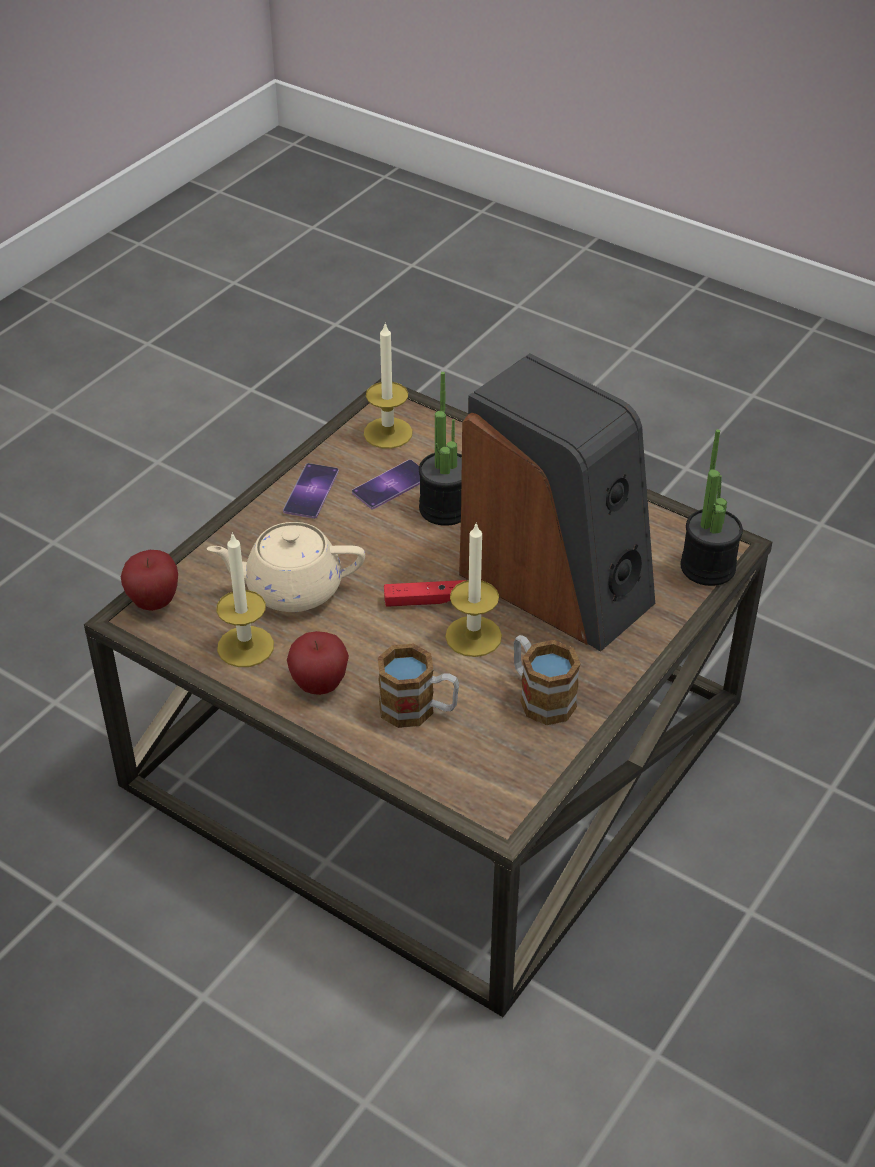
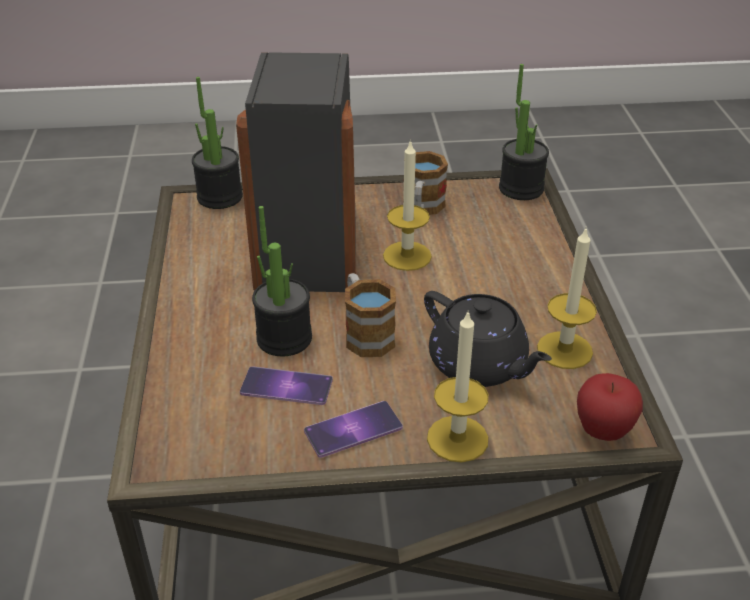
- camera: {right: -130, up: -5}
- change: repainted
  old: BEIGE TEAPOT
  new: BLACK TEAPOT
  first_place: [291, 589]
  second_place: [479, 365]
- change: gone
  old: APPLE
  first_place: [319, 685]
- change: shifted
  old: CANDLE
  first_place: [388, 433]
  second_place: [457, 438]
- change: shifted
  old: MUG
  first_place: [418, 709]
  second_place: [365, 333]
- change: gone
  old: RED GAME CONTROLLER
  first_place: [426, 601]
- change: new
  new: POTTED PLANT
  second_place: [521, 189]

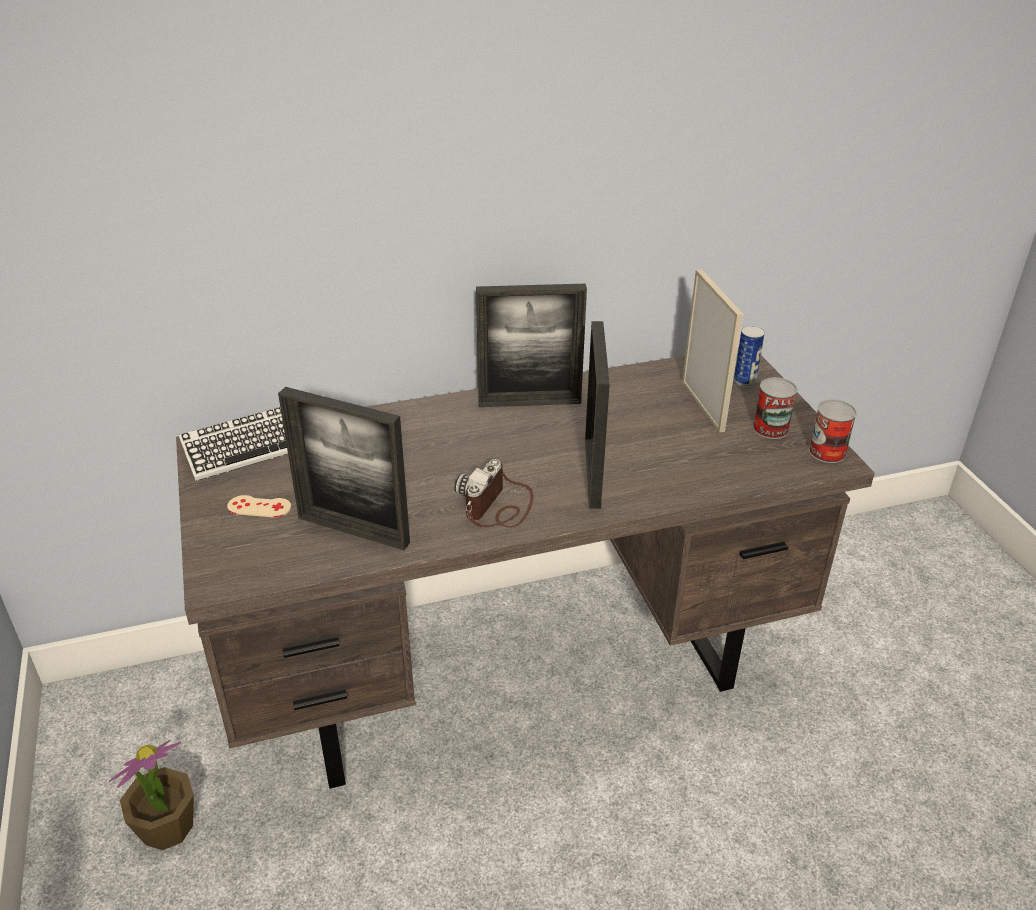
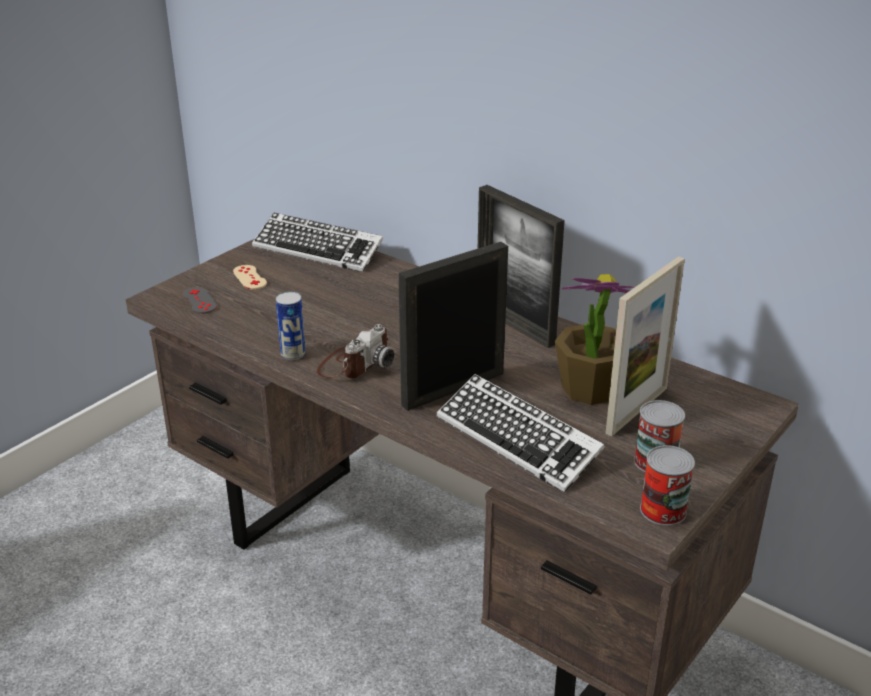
- camera: {right: 55, up: -5}
- change: shifted
  old: POTTED PLANT
  first_place: [167, 828]
  second_place: [589, 389]
- change: gone
  old: PICTURE FRAME
  first_place: [353, 530]
- change: rotated
  old: PHOTO CAMERA
  first_place: [498, 506]
  second_place: [354, 364]
  degrees: 135
- change: shifted
  old: CAN
  first_place: [744, 381]
  second_place: [293, 354]
- change: new
  new: GREY GAME CONTROLLER
  second_place: [199, 300]
- change: new
  new: KEYBOARD
  second_place: [517, 440]

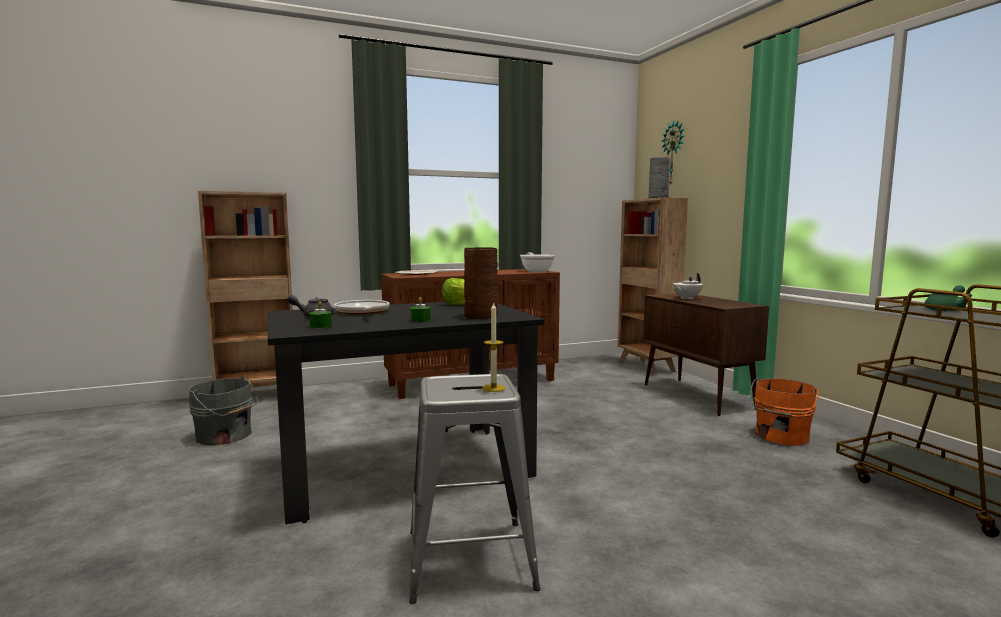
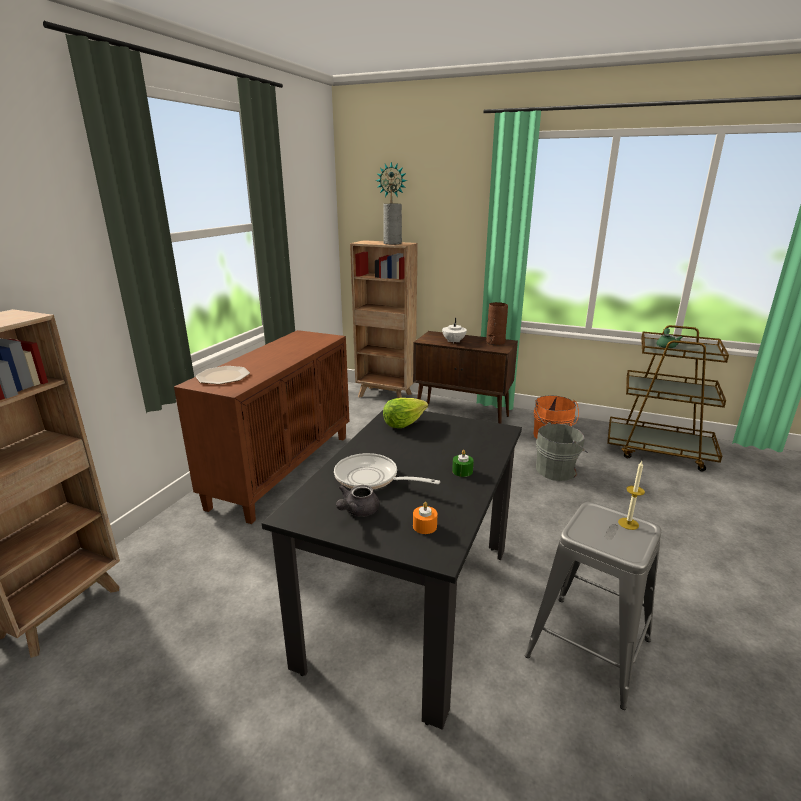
- camera: {right: -45, up: 15}
- change: shifted
  old: GREY BUCKET
  first_place: [225, 436]
  second_place: [557, 470]
- change: repainted
  old: GREEN CANDLE
  new: ORANGE CANDLE
  first_place: [321, 326]
  second_place: [424, 526]
- change: shifted
  old: BROWN VASE
  first_place: [480, 316]
  second_place: [495, 342]
- change: gone
  old: FRYING PAN
  first_place: [536, 271]

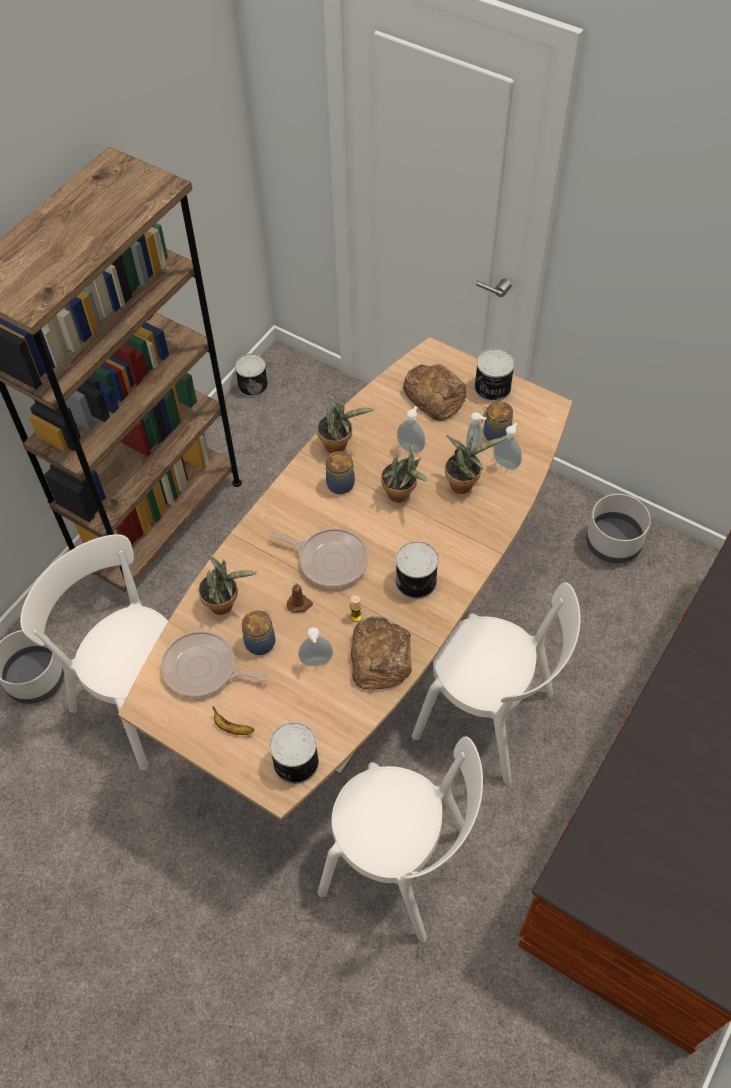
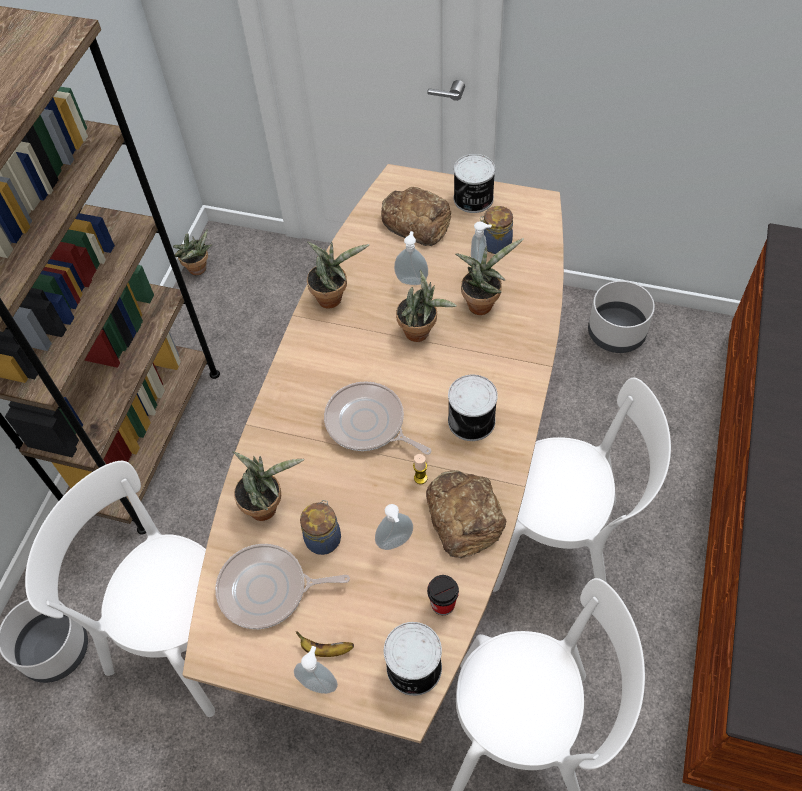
- camera: {right: -15, up: 0}
- change: swapped
  old: CAN
  new: POTTED PLANT
  first_place: [253, 384]
  second_place: [199, 270]
- change: rotated
  old: FRYING PAN
  first_place: [330, 560]
  second_place: [368, 424]
  degrees: -150
- change: gone
  old: BROWN CANDLE
  first_place: [299, 604]
- change: gone
  old: JAR
  first_place: [341, 483]
- change: shifted
  old: SOAP DISPENSER
  first_place: [506, 463]
  second_place: [319, 683]
- change: new
  new: CUP
  second_place: [443, 604]

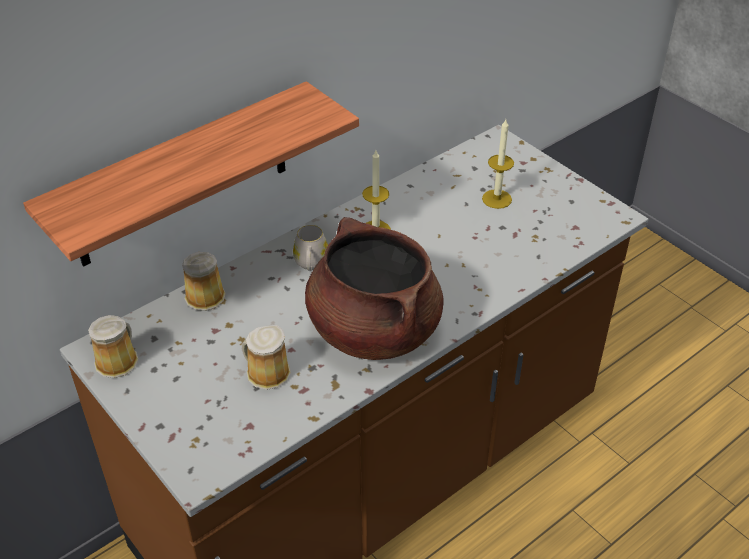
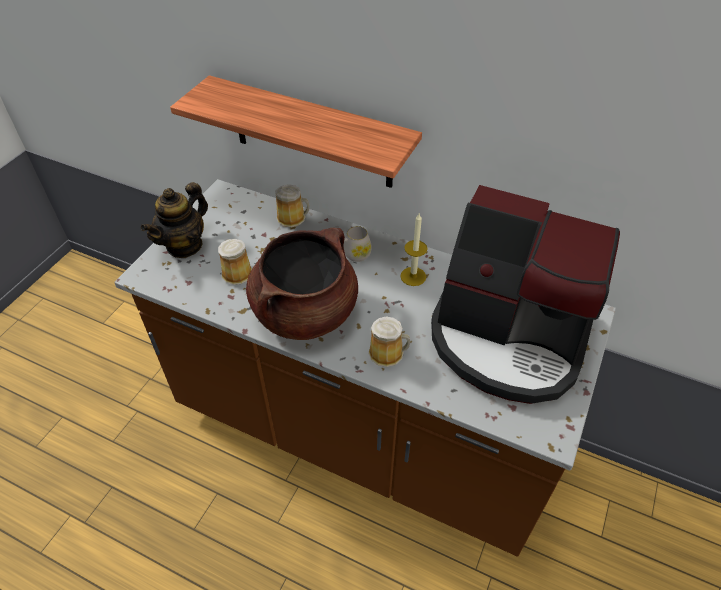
- camera: {right: 65, up: 5}
- change: shifted
  old: MUG
  first_place: [118, 360]
  second_place: [388, 353]
- change: swapped
  old: CANDLE
  new: COFFEE MACHINE
  first_place: [497, 199]
  second_place: [508, 338]
- change: new
  new: TEAPOT
  second_place: [184, 245]

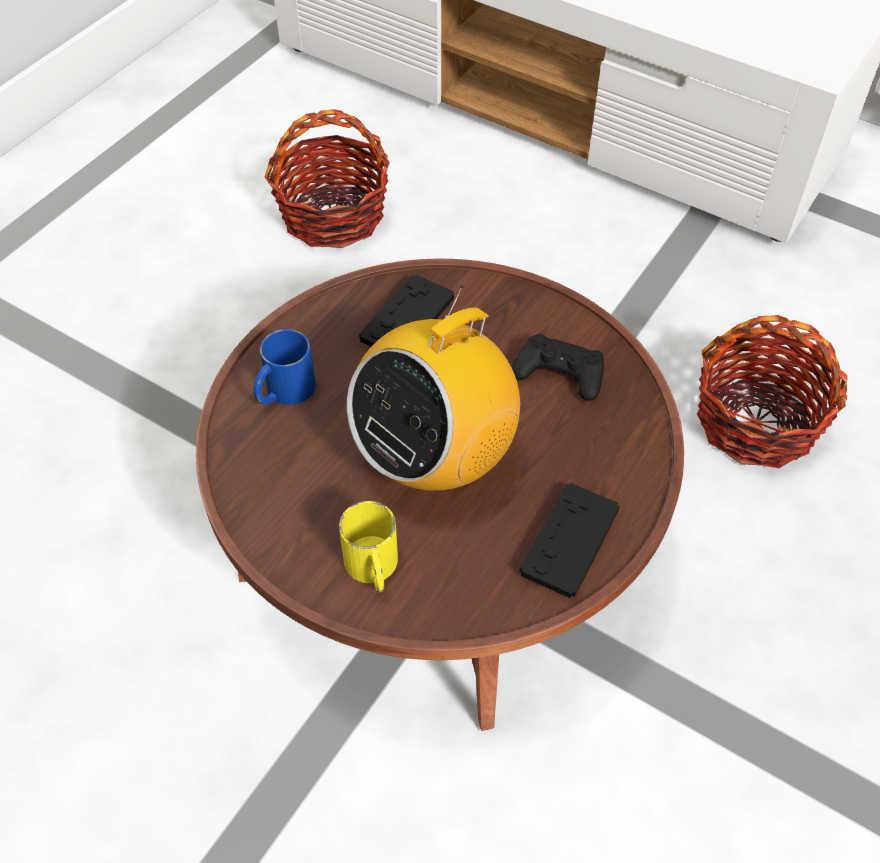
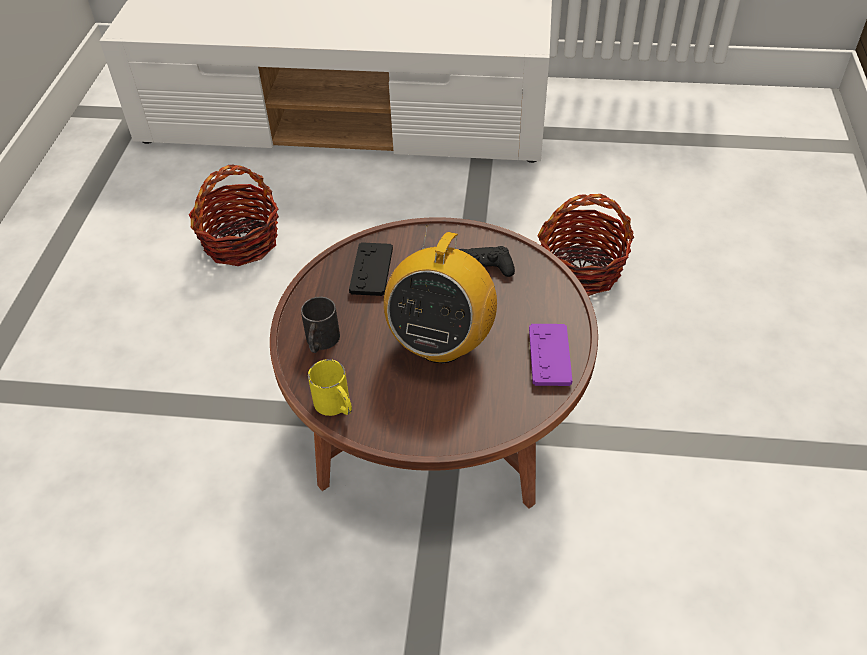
- camera: {right: -25, up: -5}
- change: repainted
  old: BLUE MUG
  new: BLACK MUG
  first_place: [284, 392]
  second_place: [320, 342]
- change: shifted
  old: YELLOW MUG
  first_place: [373, 569]
  second_place: [336, 405]
- change: repainted
  old: BLACK GAME CONTROLLER
  new: PURPLE GAME CONTROLLER
  first_place: [569, 540]
  second_place: [549, 355]

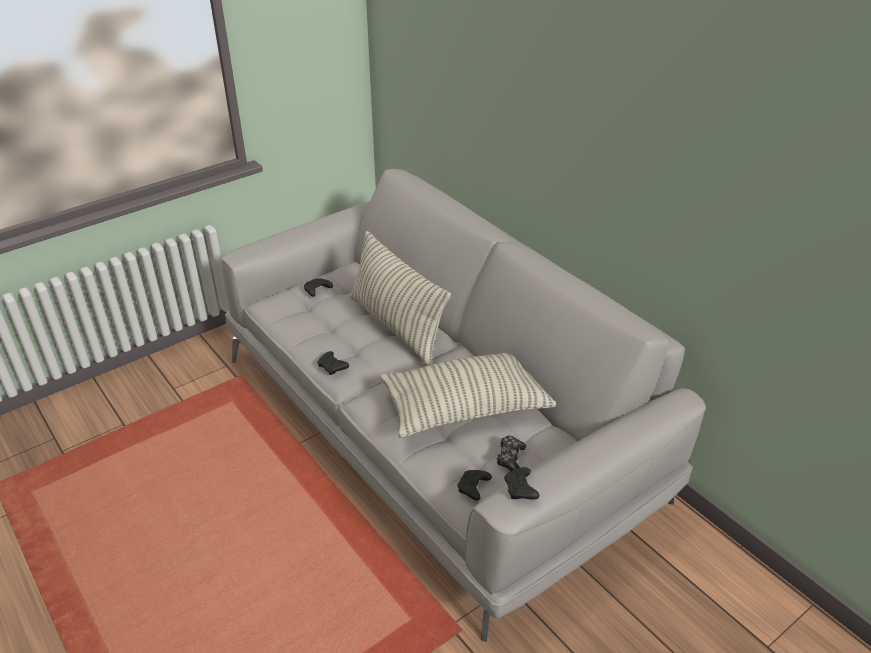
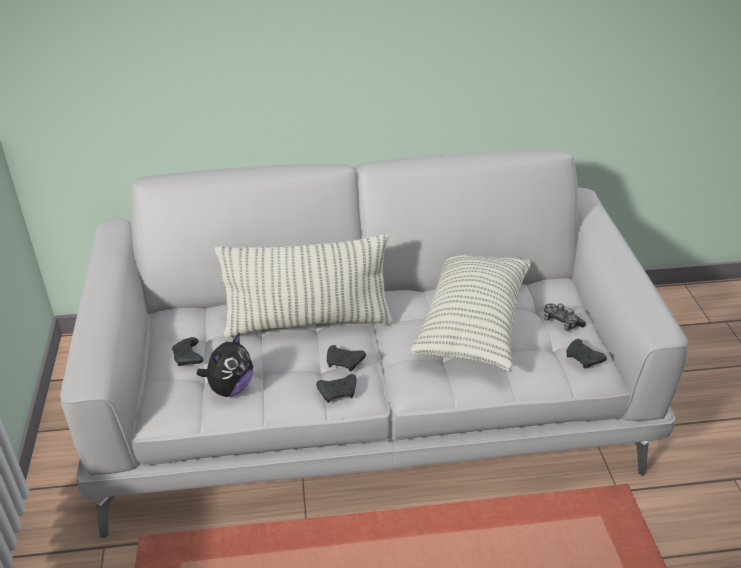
- camera: {right: -60, up: 0}
- change: shifted
  old: BLACK GAME CONTROLLER
  first_place: [521, 490]
  second_place: [345, 362]
- change: new
  new: PLUSH TOY
  second_place: [230, 388]

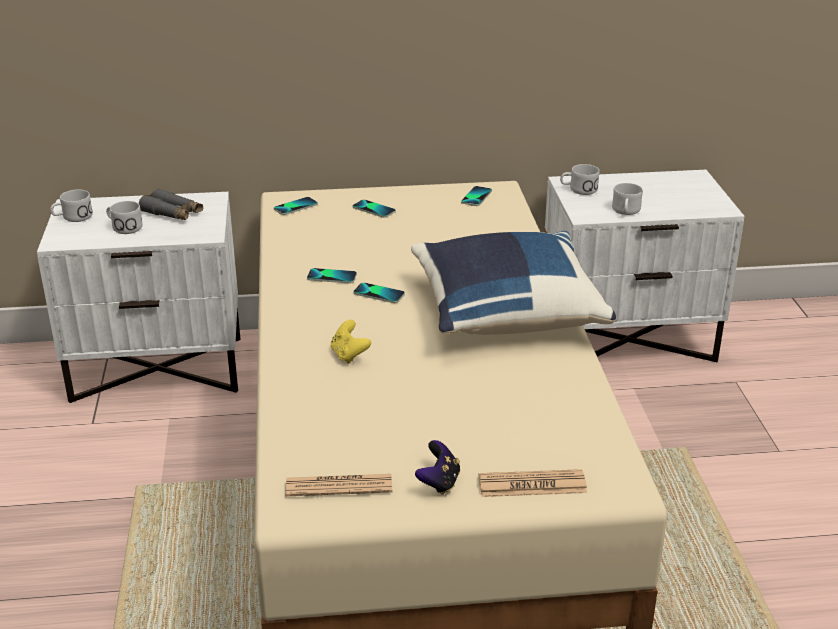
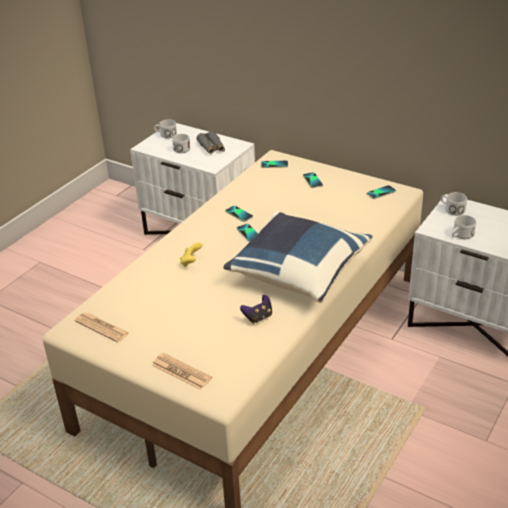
- camera: {right: 40, up: 5}
- change: shifted
  old: GAME CONTROLLER
  first_place: [439, 482]
  second_place: [258, 317]

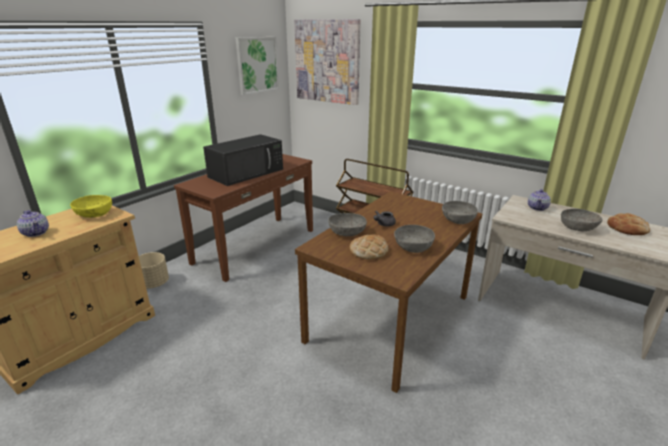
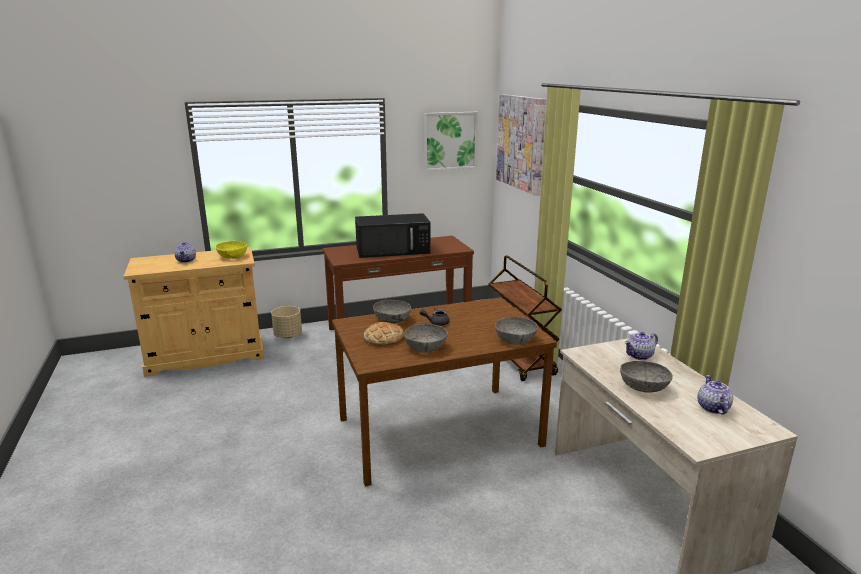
- camera: {right: 35, up: -5}
- change: swapped
  old: BREAD
  new: TEAPOT
  first_place: [627, 228]
  second_place: [712, 408]

